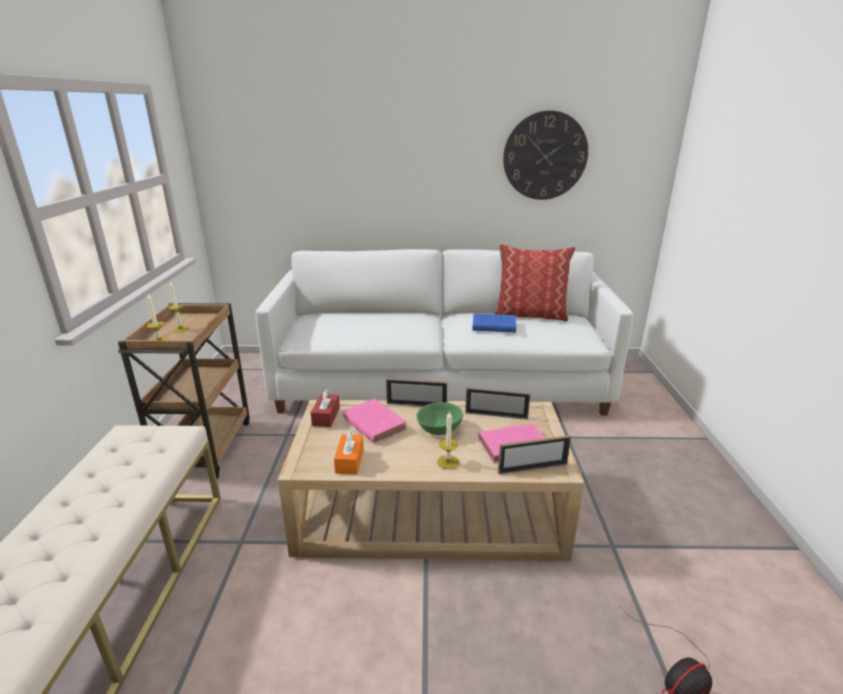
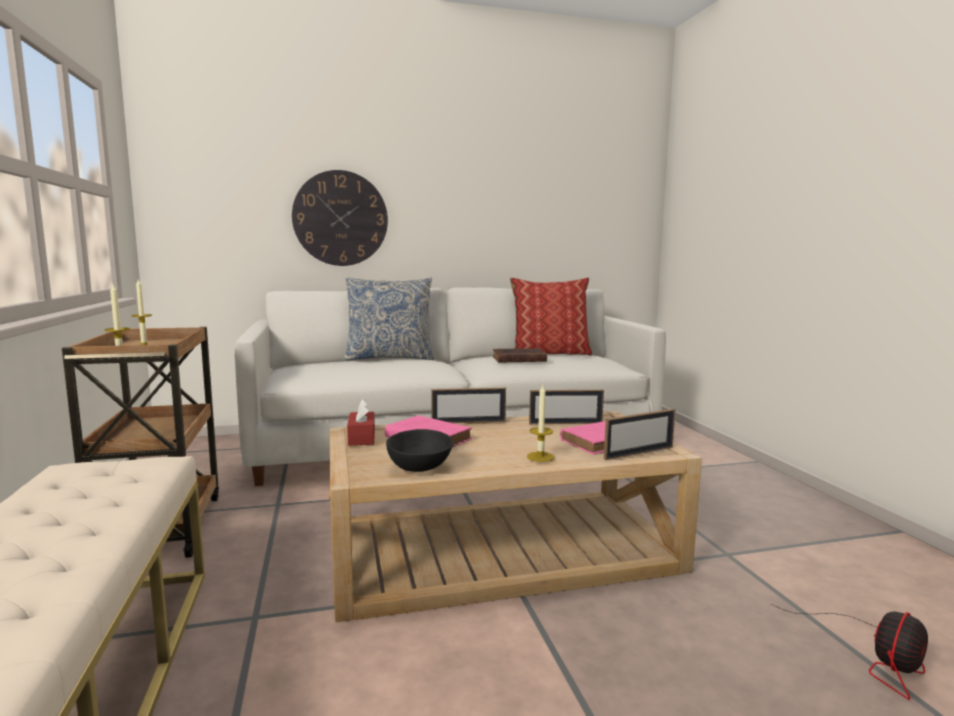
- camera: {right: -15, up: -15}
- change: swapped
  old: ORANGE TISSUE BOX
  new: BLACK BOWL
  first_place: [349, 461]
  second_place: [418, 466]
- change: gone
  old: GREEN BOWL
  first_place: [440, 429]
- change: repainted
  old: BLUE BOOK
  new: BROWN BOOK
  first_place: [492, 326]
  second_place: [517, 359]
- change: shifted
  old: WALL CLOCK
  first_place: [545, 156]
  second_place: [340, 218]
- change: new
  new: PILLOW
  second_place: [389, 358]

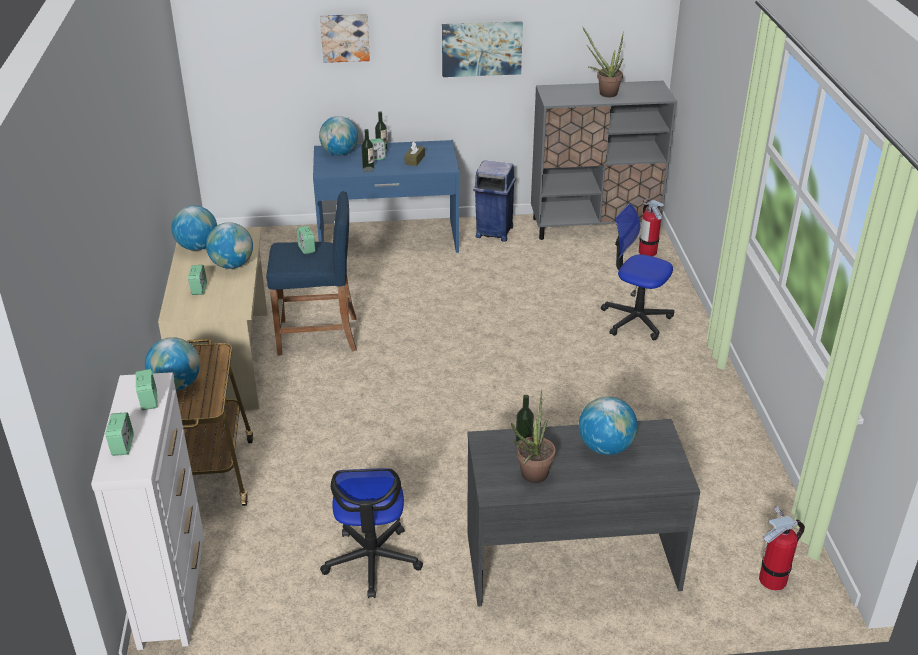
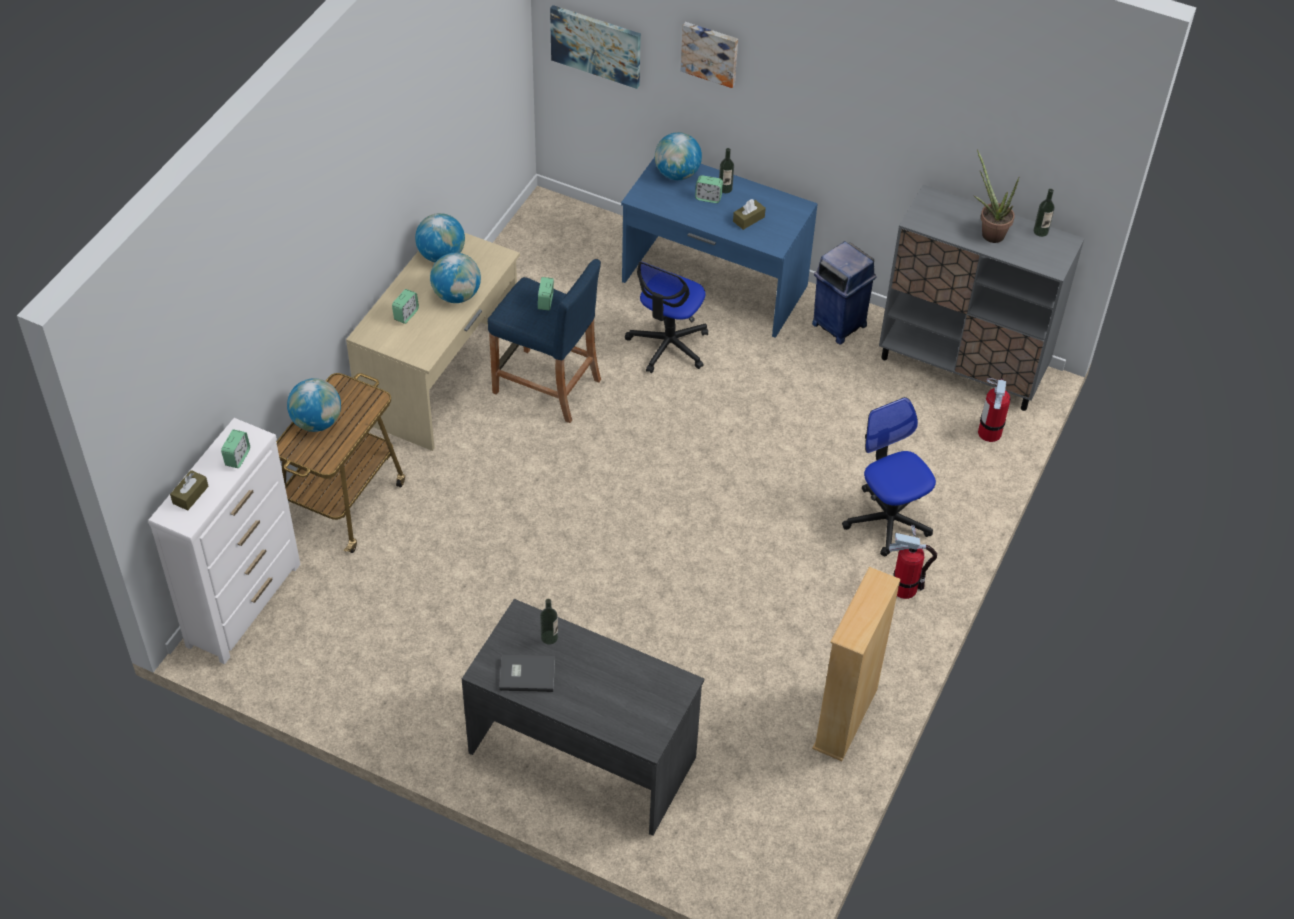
- camera: {right: 30, up: 15}
- change: swapped
  old: ALARM CLOCK
  new: BROWN TISSUE BOX
  first_place: [122, 446]
  second_place: [190, 495]
- change: shifted
  old: OFFICE CHAIR
  first_place: [372, 560]
  second_place: [668, 345]
- change: shifted
  old: BOTTLE
  first_place: [368, 169]
  second_place: [1040, 231]
- change: shifted
  old: PICTURE
  first_place: [481, 48]
  second_place: [596, 45]
- change: swapped
  old: POTTED PLANT
  new: GREY BOOK
  first_place: [531, 477]
  second_place: [526, 673]
- change: gone
  old: GLOBE
  first_place: [605, 447]
- change: shifted
  old: FIRE EXTINGUISHER
  first_place: [773, 579]
  second_place: [904, 588]
- change: new
  new: BEIGE BOOKCASE
  second_place: [845, 718]

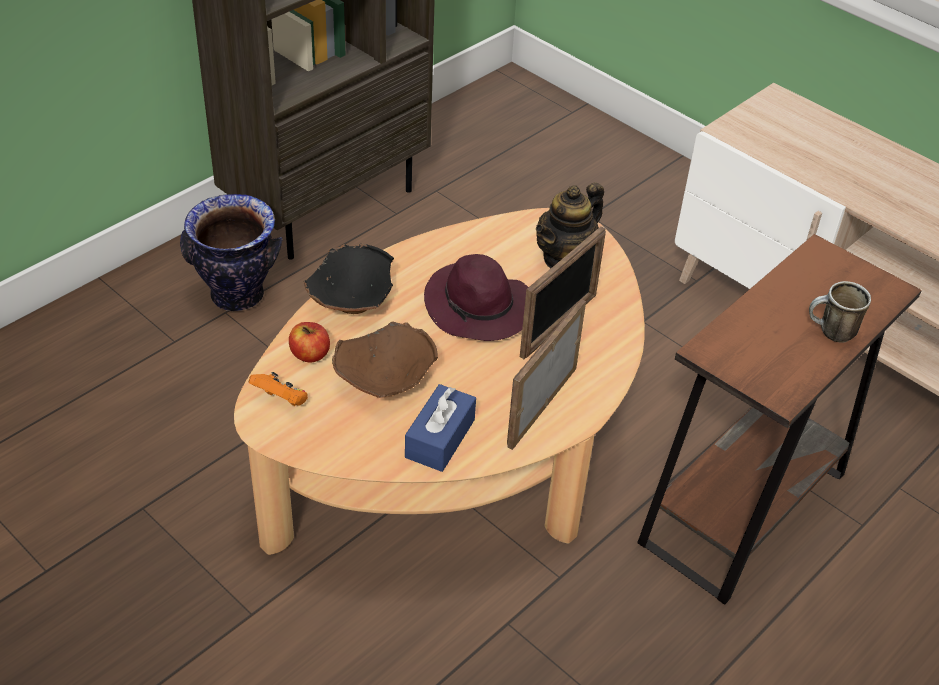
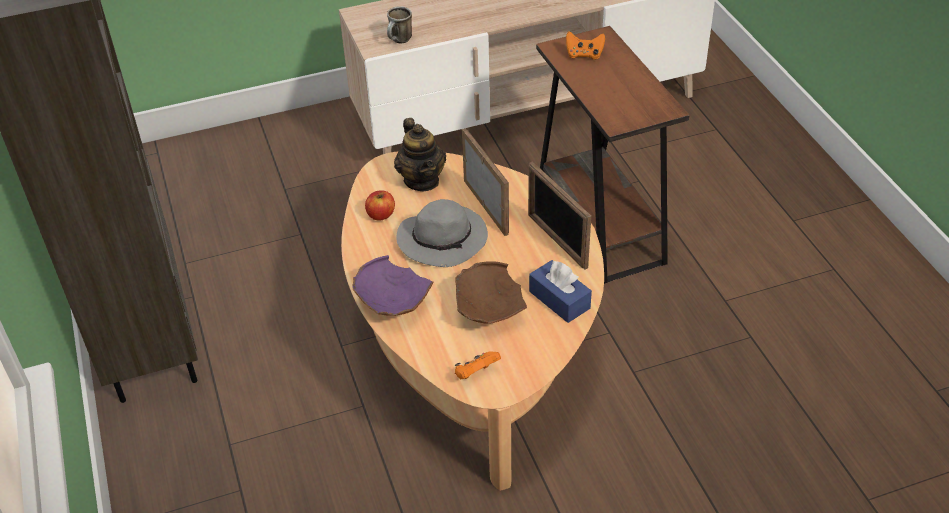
- camera: {right: -60, up: 0}
- change: gone
  old: VASE
  first_place: [237, 296]
- change: shifted
  old: APPLE
  first_place: [310, 354]
  second_place: [380, 215]
- change: repainted
  old: BLACK BOWL
  new: PURPLE BOWL
  first_place: [350, 301]
  second_place: [392, 305]
- change: repainted
  old: PURPLE HAT
  new: GREY HAT
  first_place: [479, 308]
  second_place: [444, 239]
- change: shifted
  old: MUG
  first_place: [830, 333]
  second_place: [400, 41]
- change: new
  new: ORANGE GAME CONTROLLER
  second_place: [584, 55]

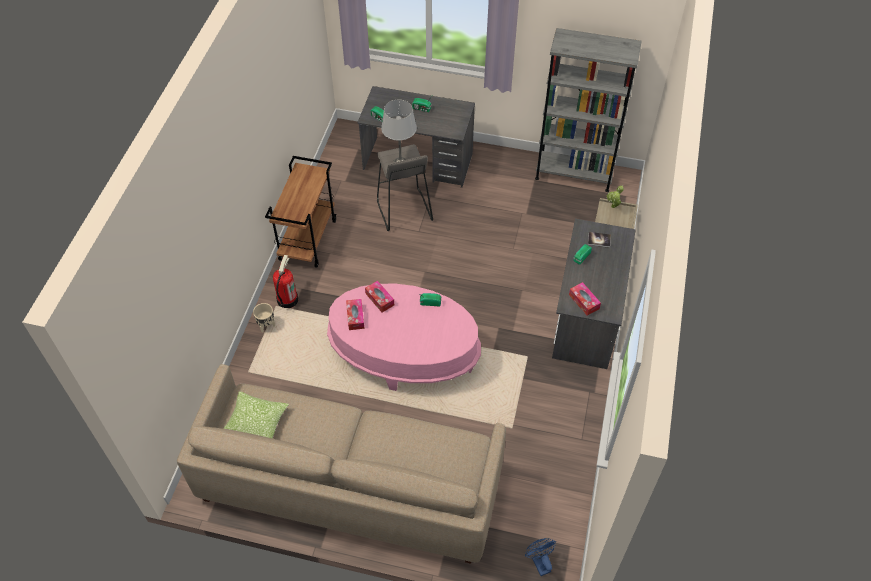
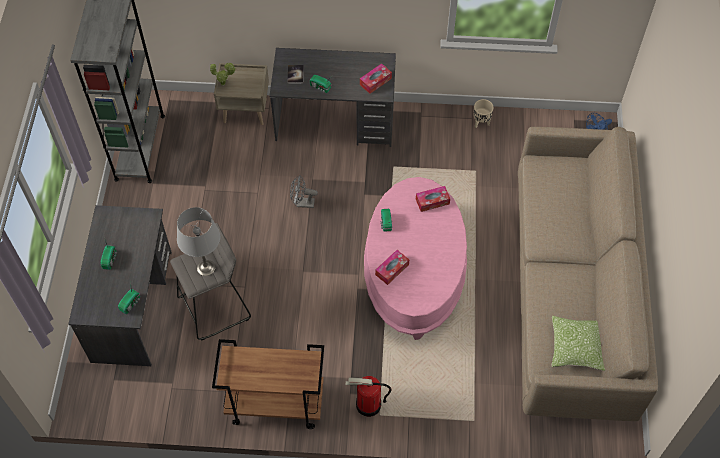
- camera: {right: -100, up: 5}
- change: shifted
  old: BEIGE PLANTER
  first_place: [266, 326]
  second_place: [481, 123]
- change: shifted
  old: TISSUE BOX
  first_place: [355, 317]
  second_place: [432, 201]
- change: new
  new: GREY FAN
  second_place: [302, 203]

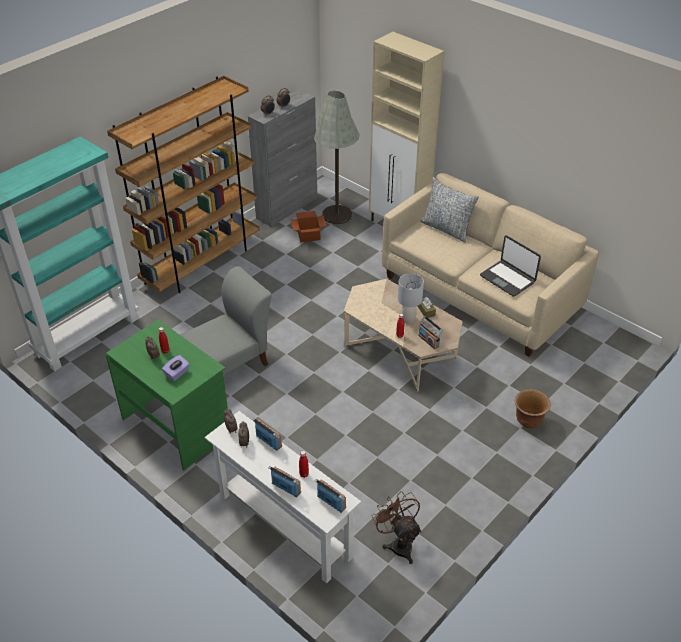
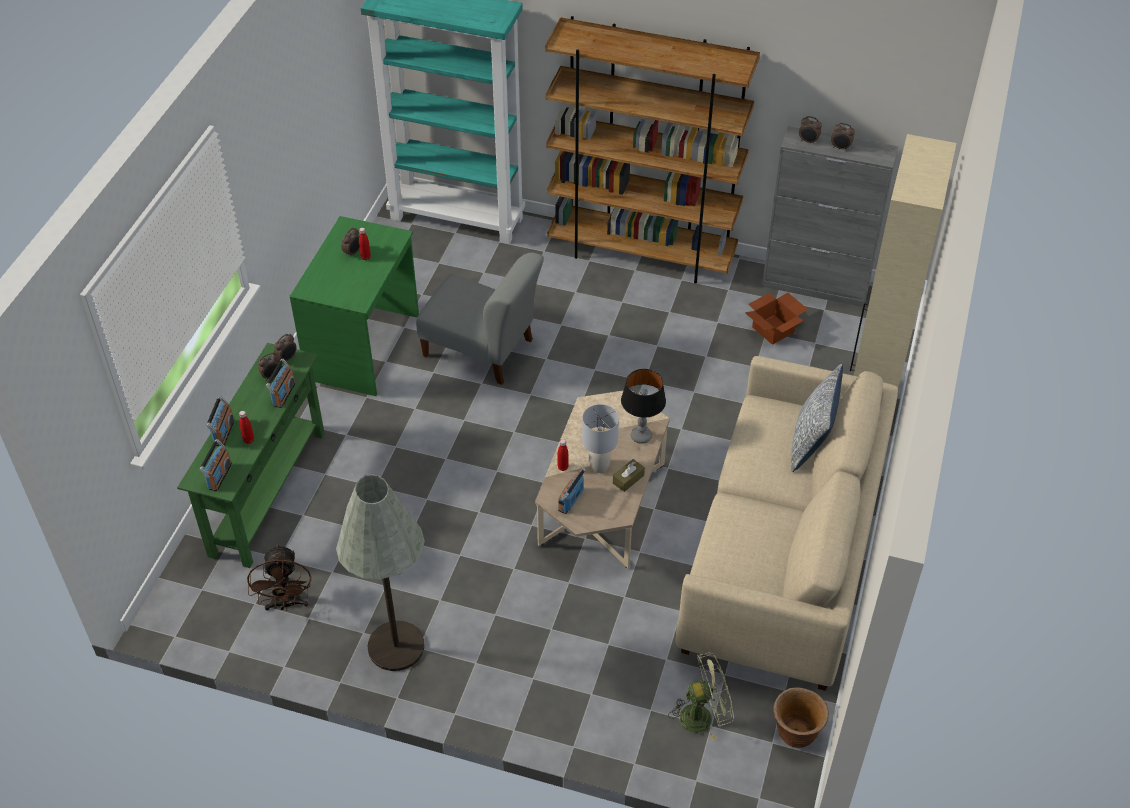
- camera: {right: 65, up: 5}
- change: gone
  old: PURPLE TISSUE BOX
  first_place: [177, 373]
- change: repainted
  old: WHITE CONSOLE TABLE
  new: GREEN CONSOLE TABLE
  first_place: [284, 526]
  second_place: [267, 492]
- change: shifted
  old: GREY FLOOR LAMP
  first_place: [337, 215]
  second_place: [396, 646]
- change: rotated
  old: BROWN FAN
  first_place: [398, 543]
  second_place: [286, 604]
  degrees: 135
- change: gone
  old: LAPTOP
  first_place: [508, 279]
- change: shifted
  old: BROWN PLANTER
  first_place: [528, 421]
  second_place: [795, 733]
- change: new
  new: TABLE LAMP
  second_place: [641, 436]
- change: new
  new: GREEN FAN
  second_place: [702, 715]

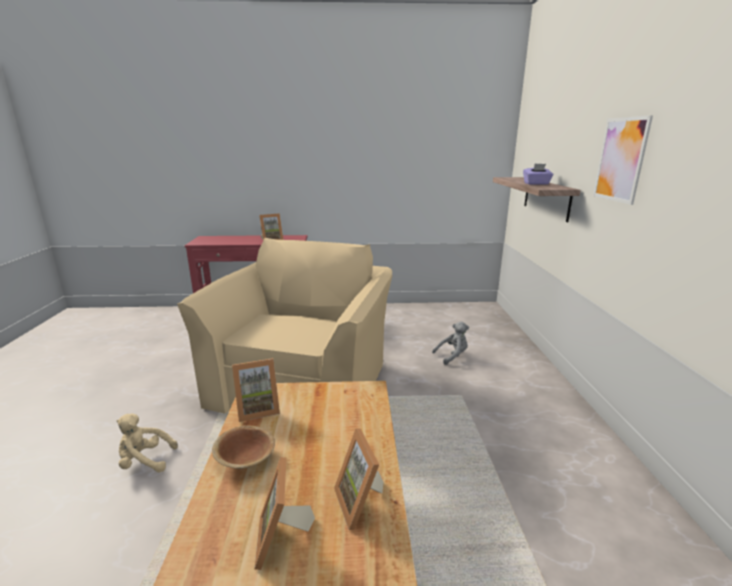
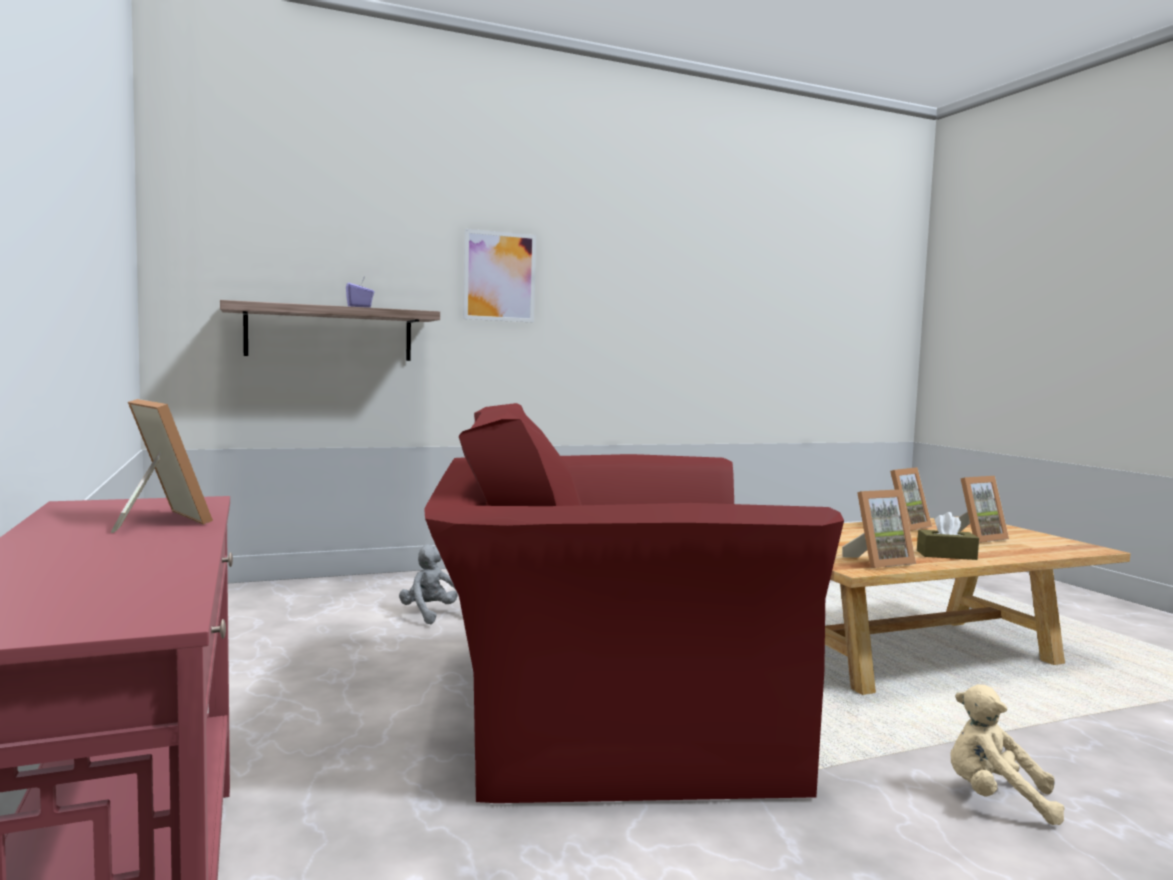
- camera: {right: -110, up: -15}
- change: rotated
  old: BEIGE PLUSH TOY
  first_place: [145, 461]
  second_place: [995, 799]
  degrees: 135
- change: repainted
  old: BEIGE ARMCHAIR
  new: RED ARMCHAIR
  first_place: [304, 379]
  second_place: [599, 716]
- change: swapped
  old: BROWN BOWL
  new: BROWN TISSUE BOX
  first_place: [245, 459]
  second_place: [946, 555]
- change: rotated
  old: PICTURE FRAME
  first_place: [258, 409]
  second_place: [878, 562]
  degrees: 105

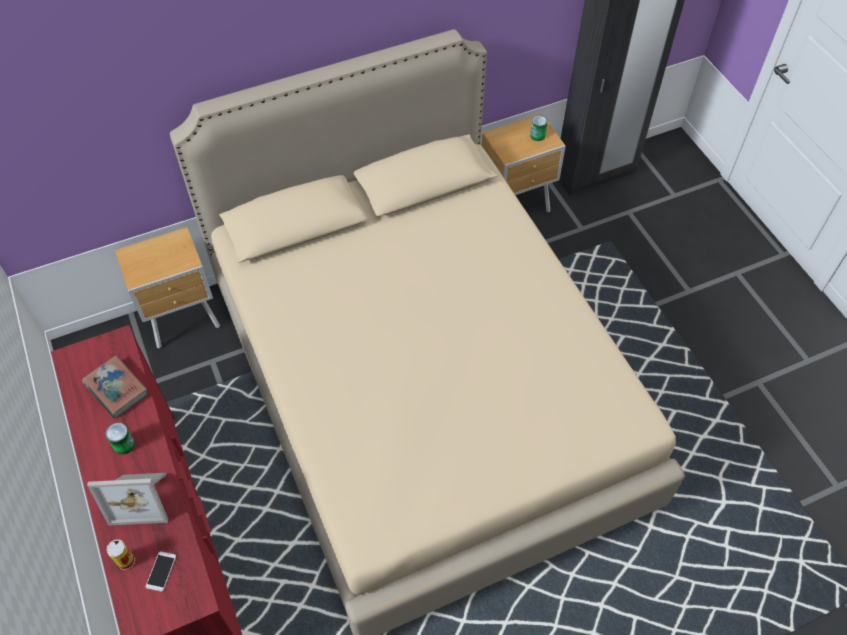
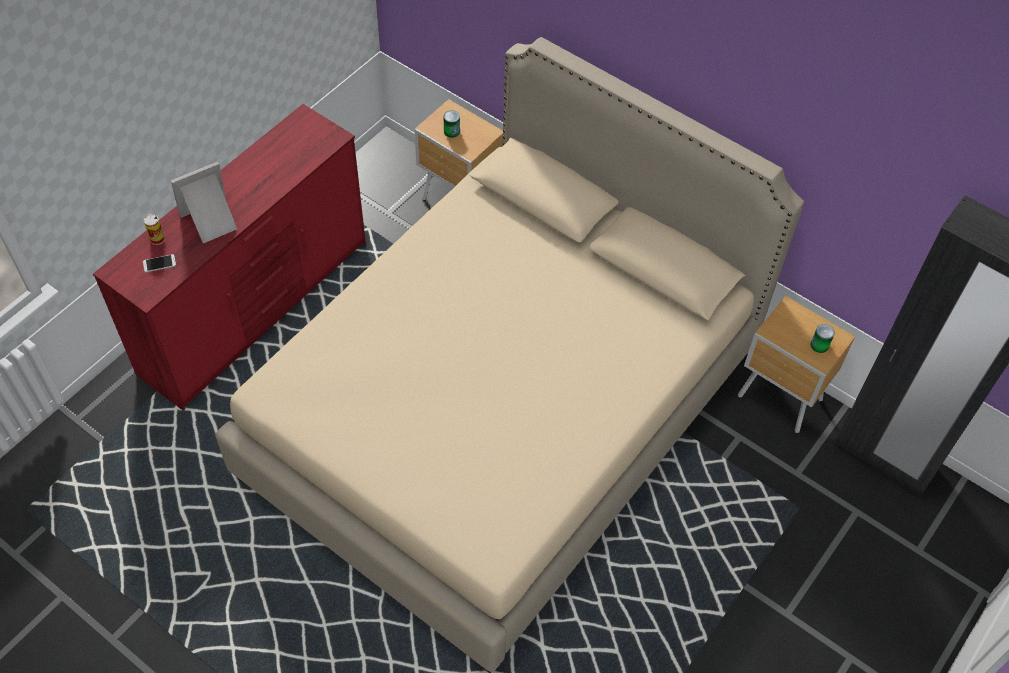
- camera: {right: 60, up: 0}
- change: gone
  old: BOOK
  first_place: [116, 389]
- change: rotated
  old: PICTURE FRAME
  first_place: [141, 497]
  second_place: [211, 221]
  degrees: 90
- change: shifted
  old: CAN
  first_place: [124, 445]
  second_place: [452, 131]

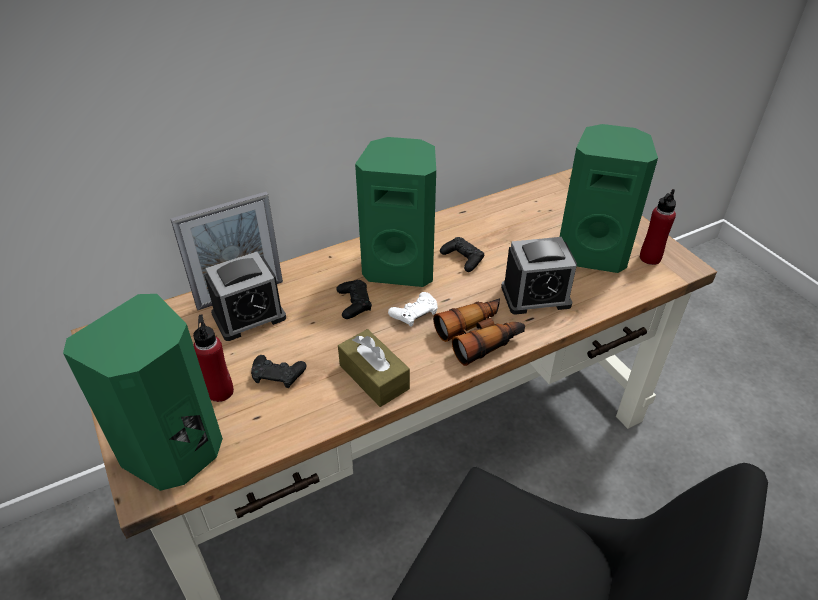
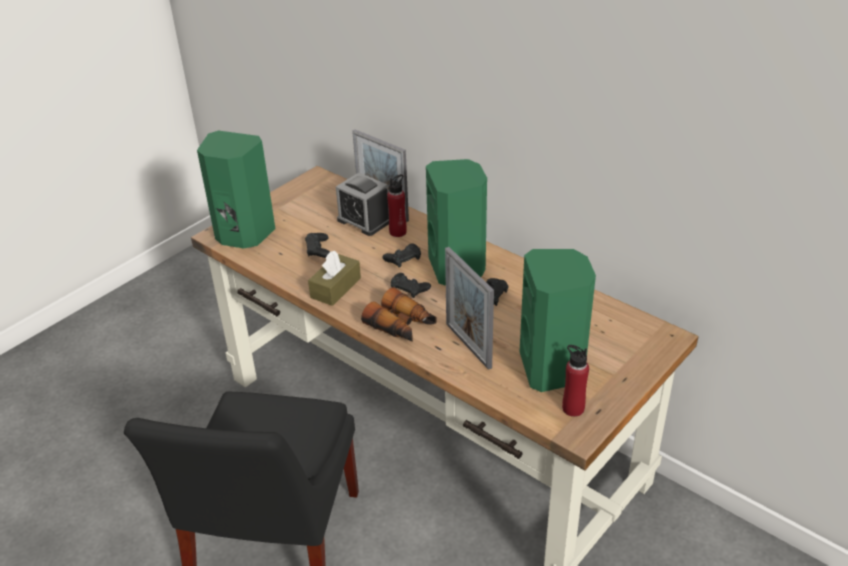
- camera: {right: 70, up: -5}
- change: shifted
  old: RED BOTTLE
  first_place: [220, 391]
  second_place: [398, 232]
- change: repainted
  old: WHITE GAME CONTROLLER
  new: BLACK GAME CONTROLLER
  first_place: [414, 313]
  second_place: [409, 288]
- change: swapped
  old: ALARM CLOCK
  new: PICTURE FRAME
  first_place: [535, 296]
  second_place: [468, 345]

